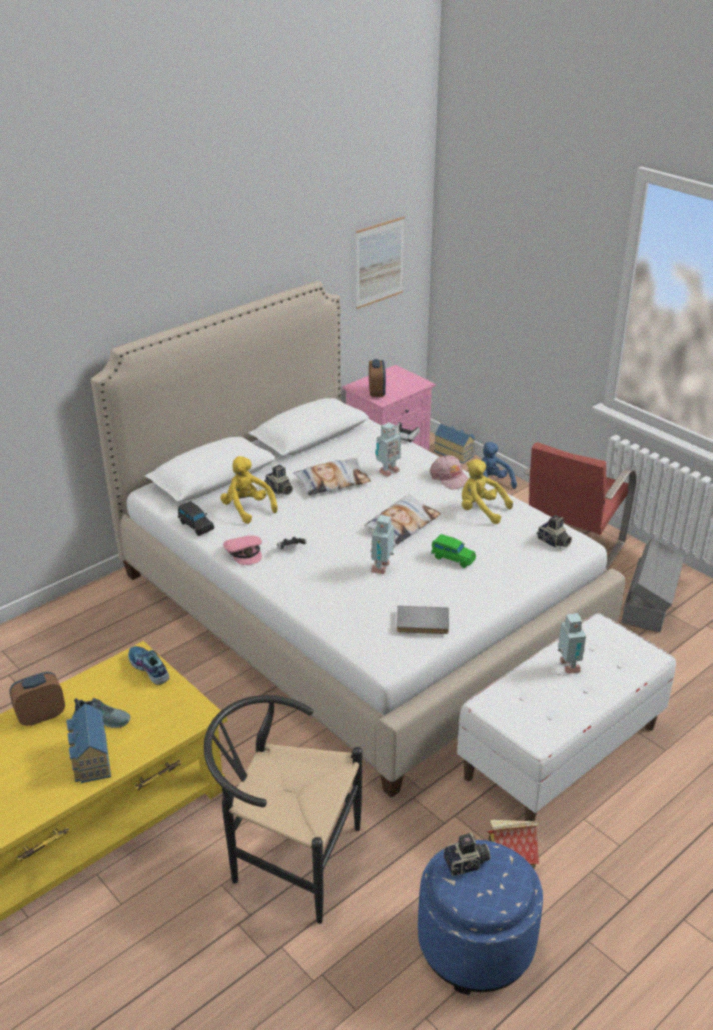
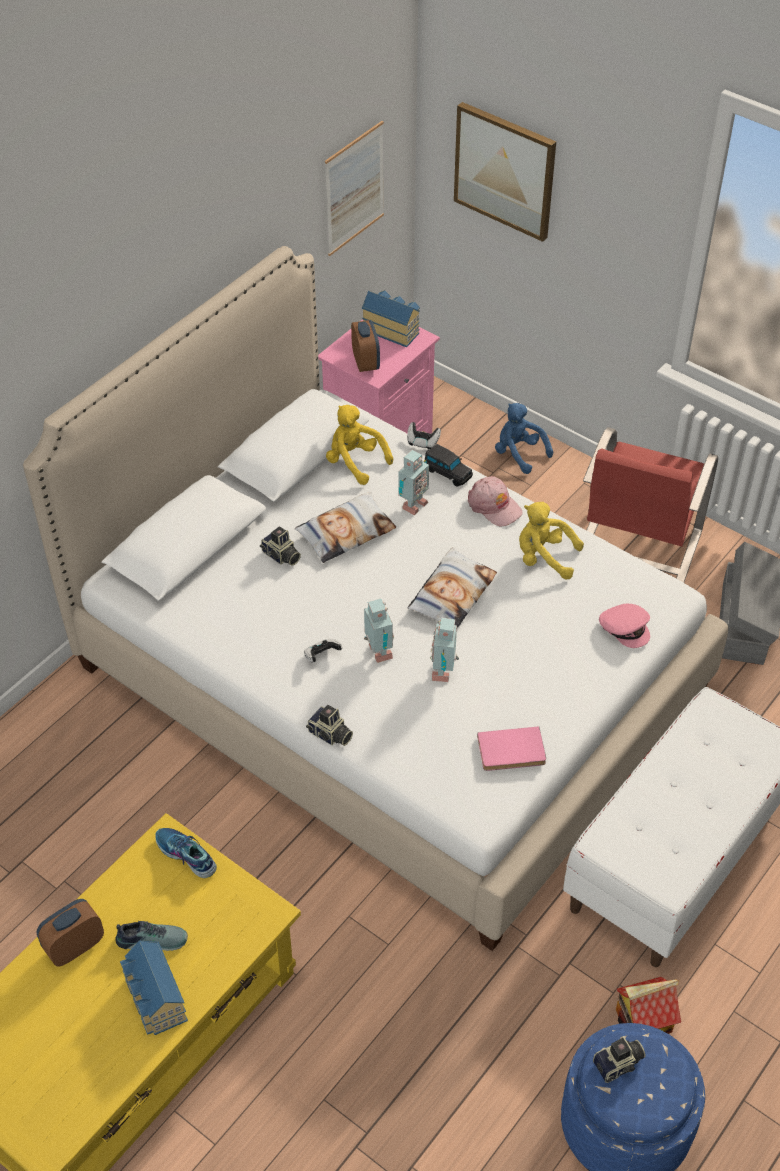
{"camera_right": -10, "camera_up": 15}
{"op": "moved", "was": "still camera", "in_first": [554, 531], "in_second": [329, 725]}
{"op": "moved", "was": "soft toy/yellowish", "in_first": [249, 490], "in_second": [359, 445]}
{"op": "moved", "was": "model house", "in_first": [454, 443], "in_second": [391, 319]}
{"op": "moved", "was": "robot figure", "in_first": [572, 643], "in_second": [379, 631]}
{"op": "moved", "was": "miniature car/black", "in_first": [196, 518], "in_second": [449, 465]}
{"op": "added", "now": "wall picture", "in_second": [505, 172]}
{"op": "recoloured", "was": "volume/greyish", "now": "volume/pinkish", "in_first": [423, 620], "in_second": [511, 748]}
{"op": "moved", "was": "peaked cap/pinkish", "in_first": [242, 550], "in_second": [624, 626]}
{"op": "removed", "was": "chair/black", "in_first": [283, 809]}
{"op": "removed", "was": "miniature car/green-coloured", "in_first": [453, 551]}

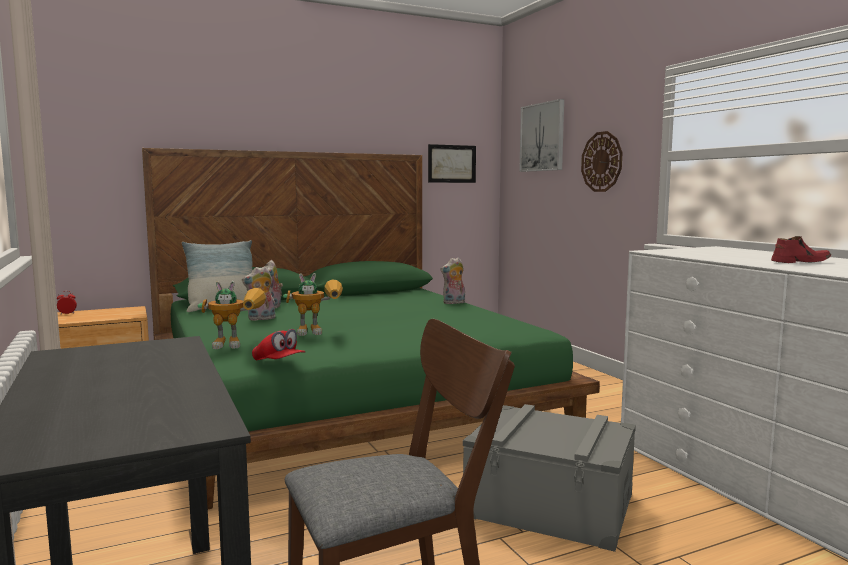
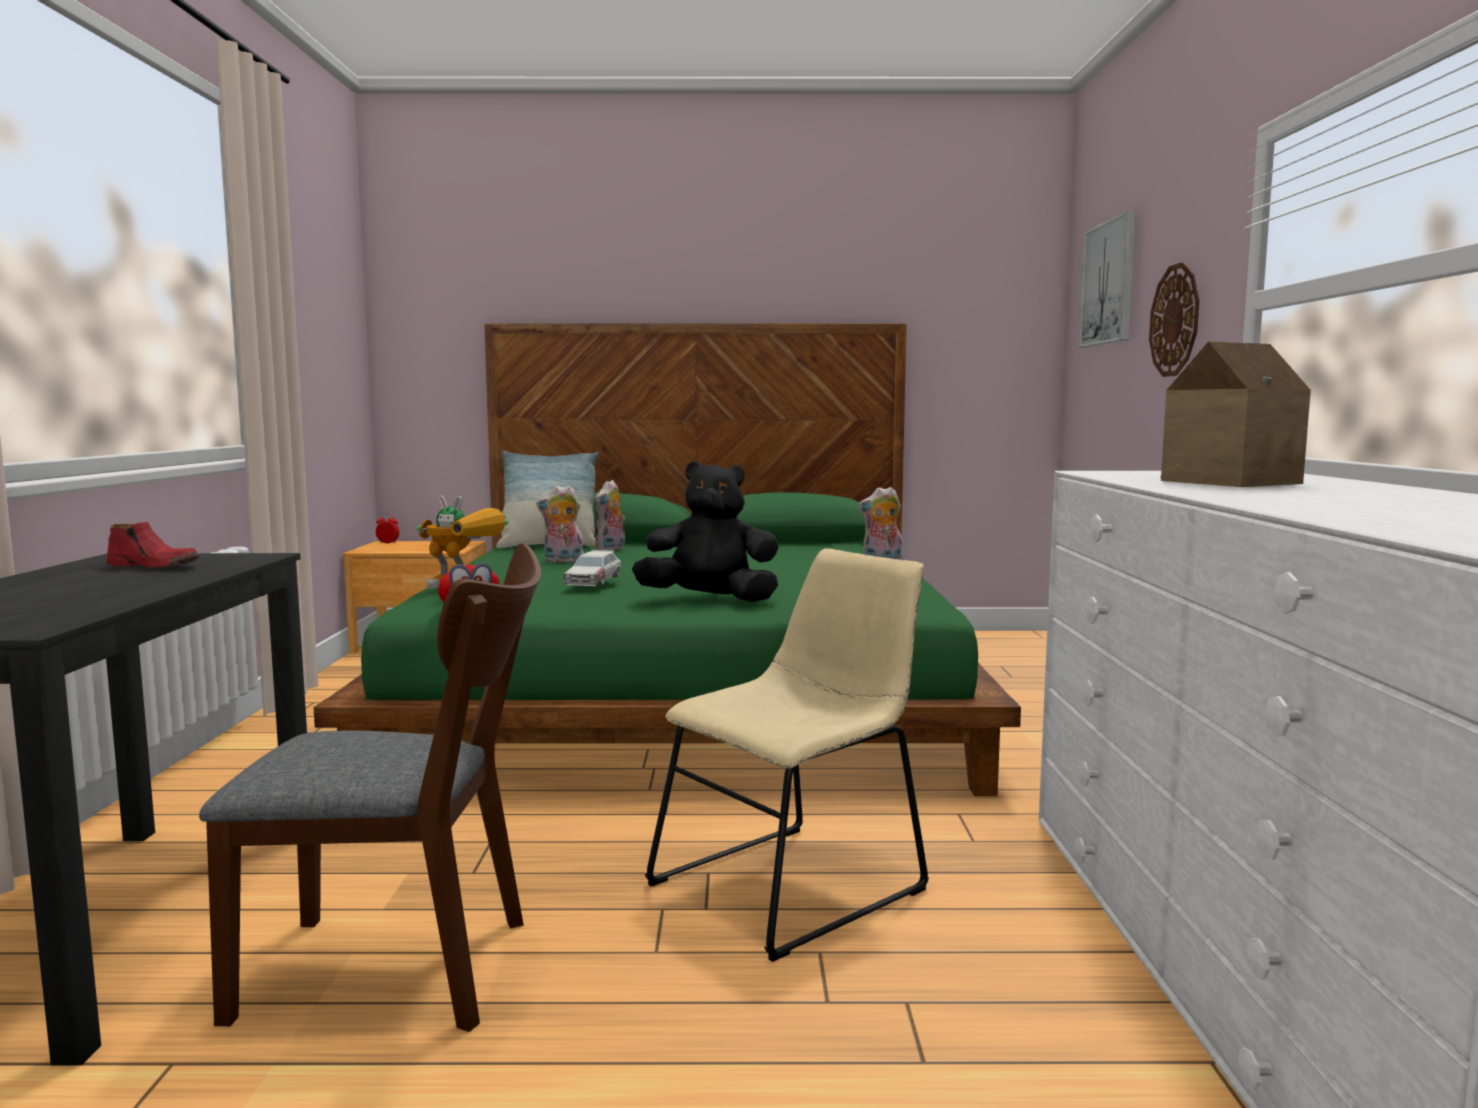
{"camera_right": 25, "camera_up": 0}
{"op": "moved", "was": "item of footwear/reddish", "in_first": [801, 249], "in_second": [152, 545]}
{"op": "replaced", "was": "robot figure", "now": "miniature car", "in_first": [313, 304], "in_second": [592, 568]}
{"op": "added", "now": "soft toy/black", "in_second": [705, 531]}
{"op": "replaced", "was": "storage container/greyish", "now": "chair/sand-coloured", "in_first": [549, 478], "in_second": [787, 755]}
{"op": "added", "now": "model house", "in_second": [1236, 414]}
{"op": "removed", "was": "wall picture", "in_first": [452, 163]}

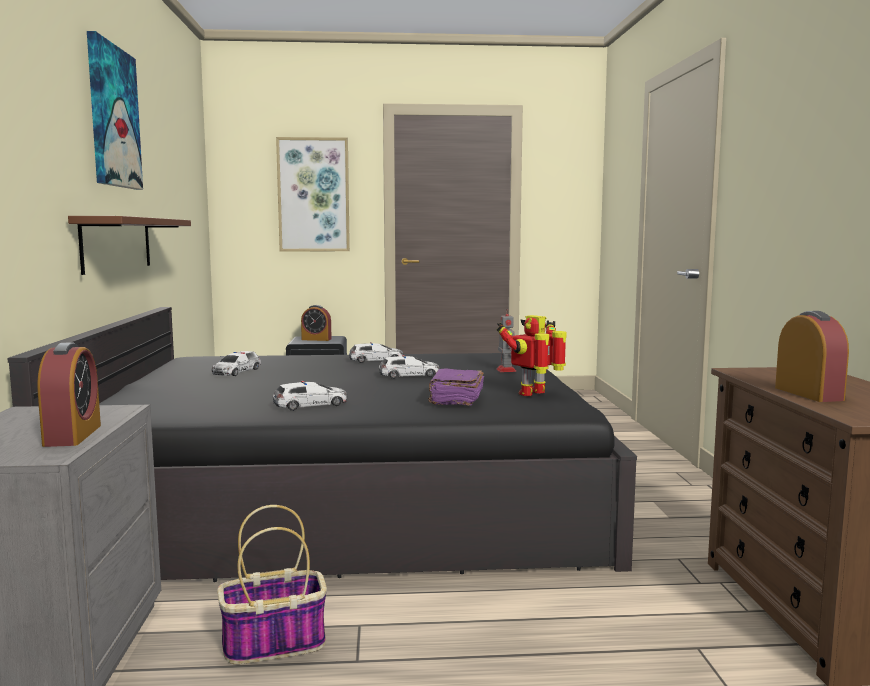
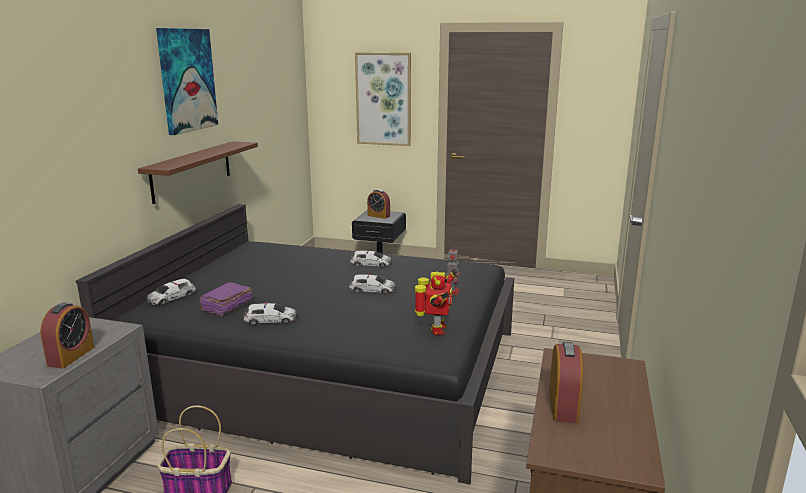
{"camera_right": 20, "camera_up": 10}
{"op": "moved", "was": "miniature car", "in_first": [236, 363], "in_second": [171, 292]}
{"op": "moved", "was": "volume/purple", "in_first": [456, 386], "in_second": [226, 299]}
{"op": "turned", "was": "robot figure", "in_first": [531, 355], "in_second": [436, 302], "clockwise": 120}

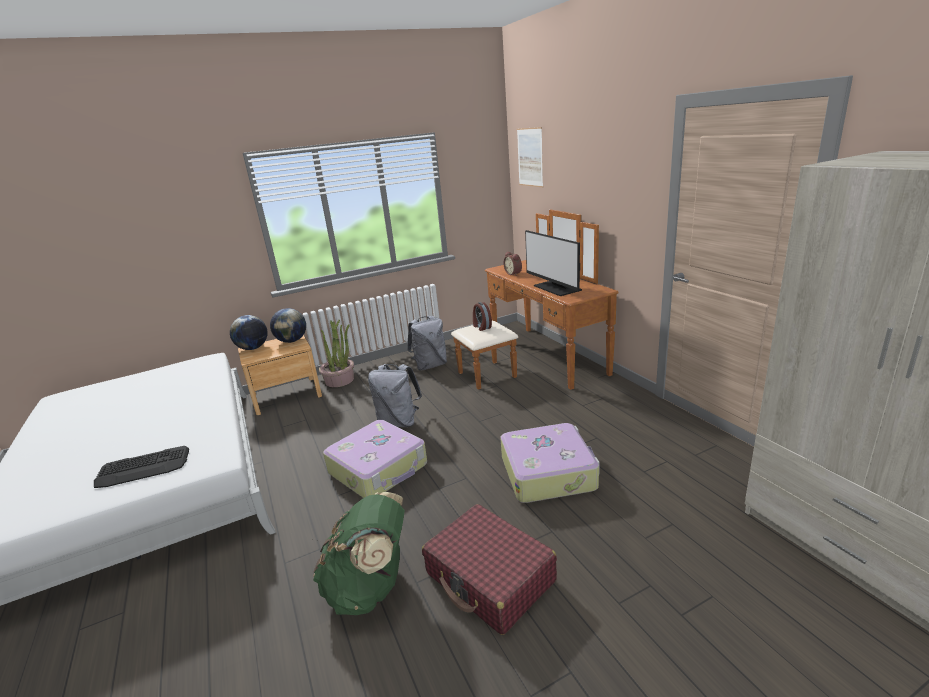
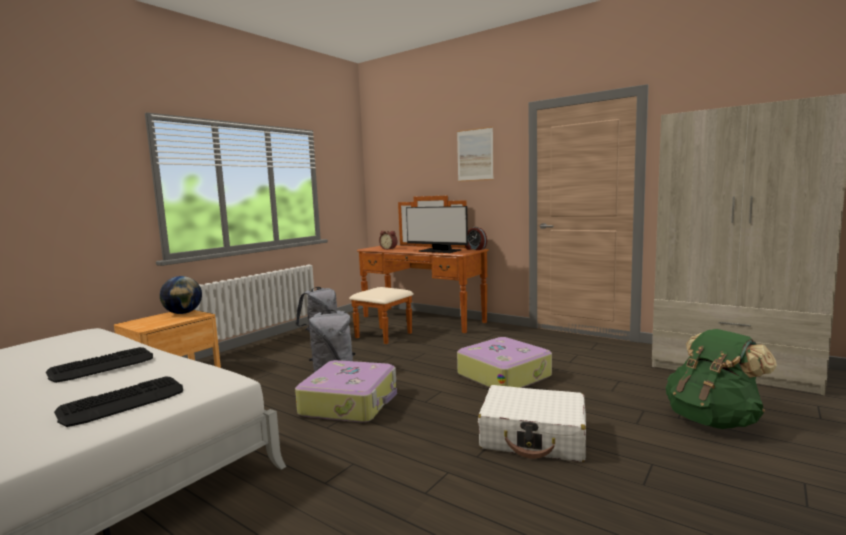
{"camera_right": -30, "camera_up": -15}
{"op": "added", "now": "computer keyboard", "in_second": [99, 365]}
{"op": "moved", "was": "wall picture", "in_first": [530, 157], "in_second": [475, 154]}
{"op": "moved", "was": "alarm clock", "in_first": [482, 316], "in_second": [476, 238]}
{"op": "recoloured", "was": "piece of luggage/reddish", "now": "piece of luggage/whitish", "in_first": [489, 569], "in_second": [532, 423]}
{"op": "moved", "was": "knapsack/green-coloured", "in_first": [359, 553], "in_second": [721, 379]}
{"op": "removed", "was": "world globe", "in_first": [249, 332]}
{"op": "removed", "was": "potted plant", "in_first": [336, 353]}

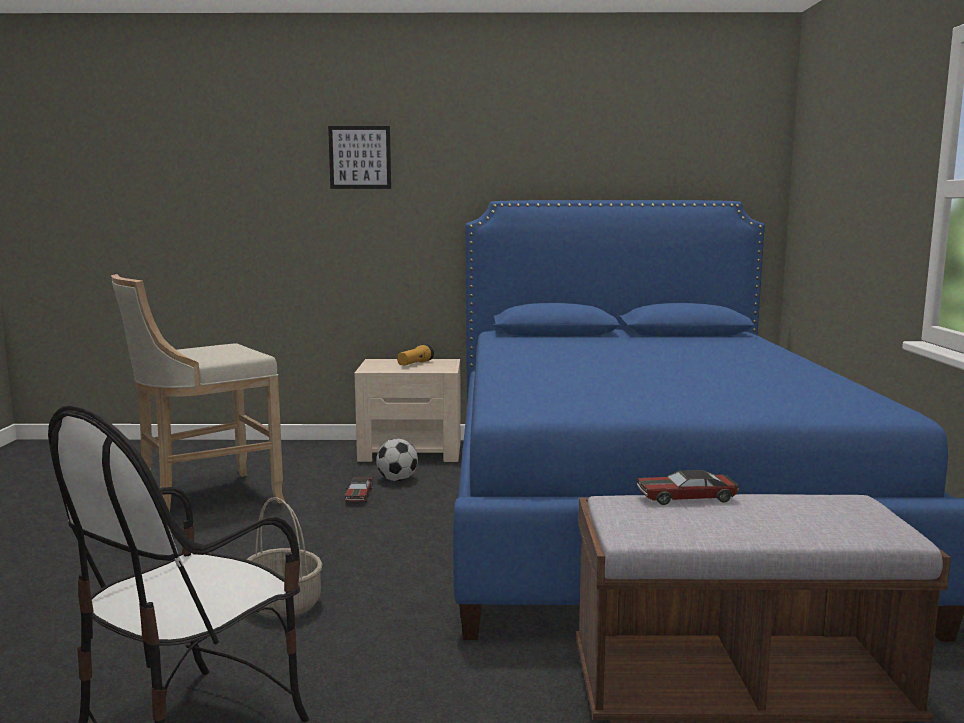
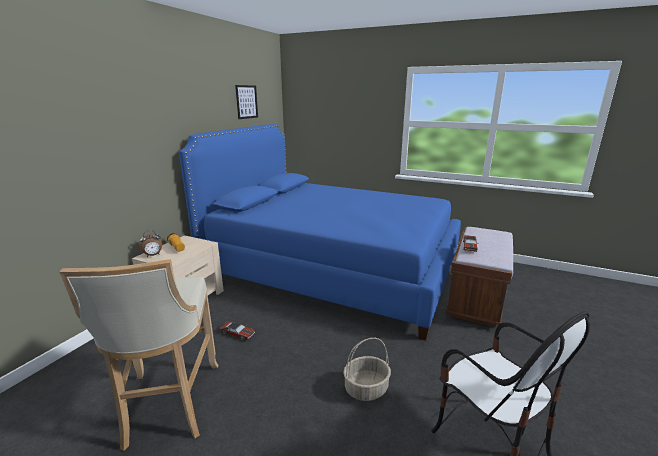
{"camera_right": -65, "camera_up": 10}
{"op": "added", "now": "alarm clock", "in_second": [151, 243]}
{"op": "moved", "was": "wall picture", "in_first": [359, 157], "in_second": [246, 102]}
{"op": "removed", "was": "ball for football", "in_first": [397, 460]}

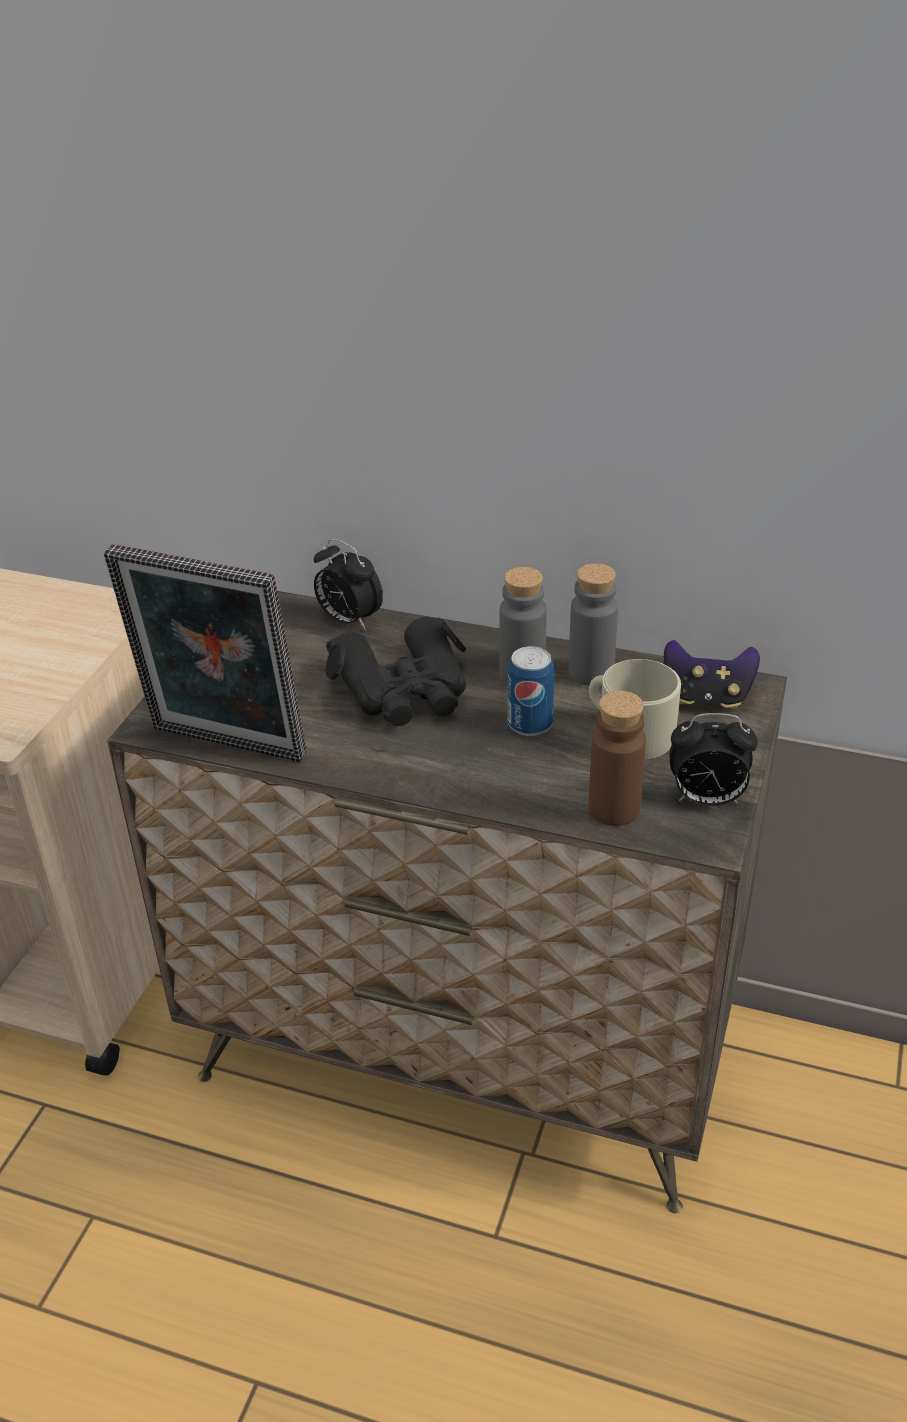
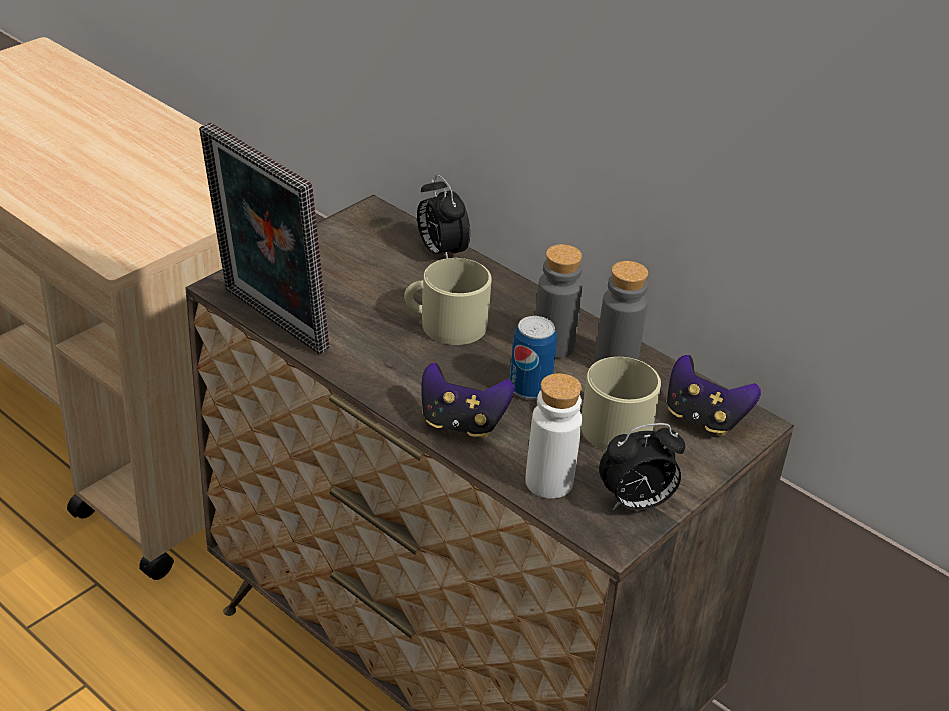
{"camera_right": 20, "camera_up": 0}
{"op": "replaced", "was": "binoculars/black", "now": "tea mug/sand-coloured", "in_first": [396, 671], "in_second": [448, 301]}
{"op": "added", "now": "game controller", "in_second": [467, 400]}
{"op": "recoloured", "was": "bottle/brown-coloured", "now": "bottle/whitish", "in_first": [617, 758], "in_second": [553, 436]}
{"op": "turned", "was": "alarm clock", "in_first": [714, 759], "in_second": [642, 466], "clockwise": -45}

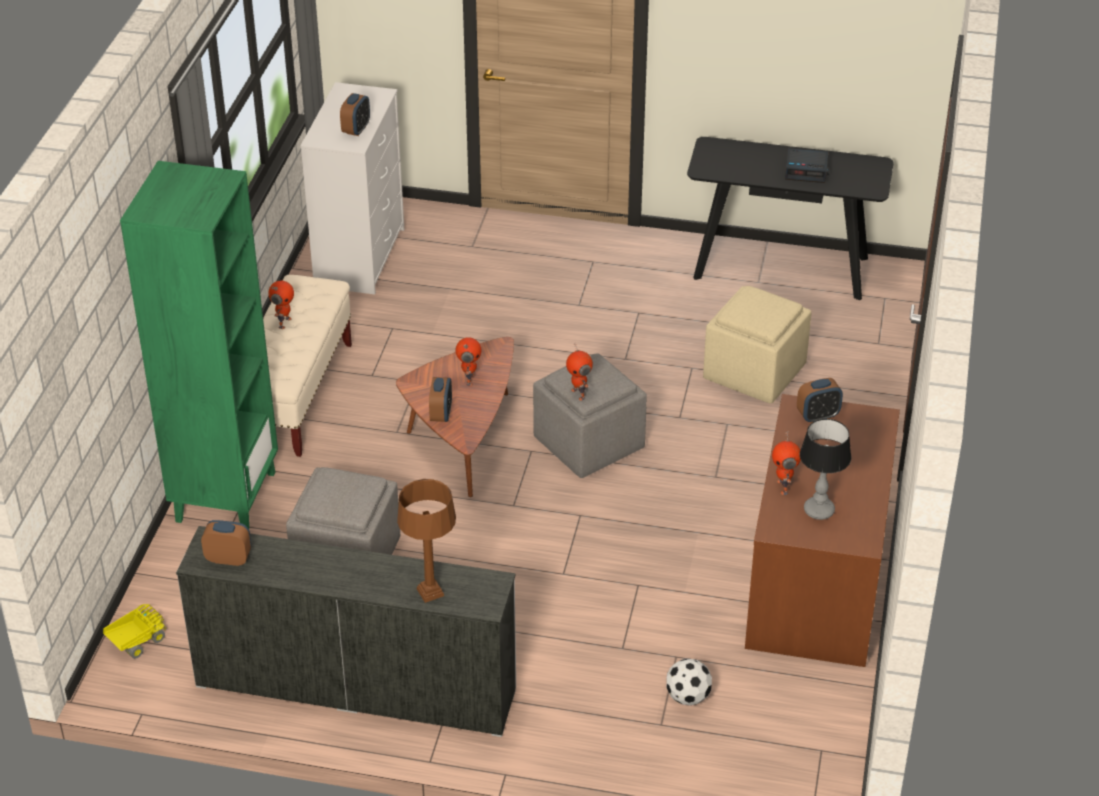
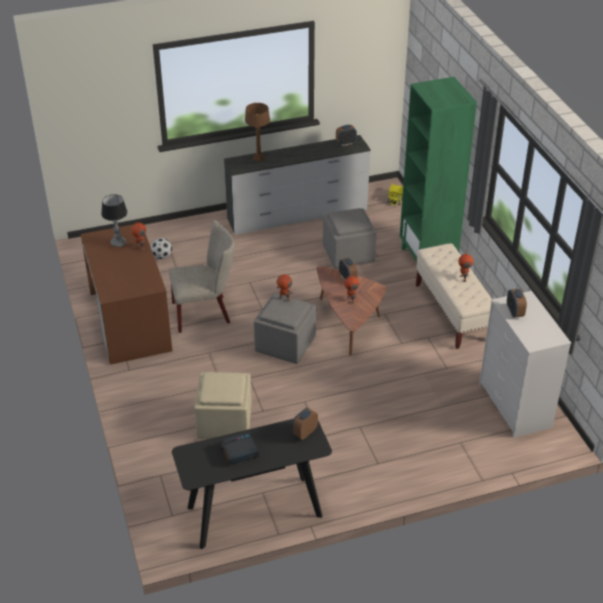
{"camera_right": 150, "camera_up": 0}
{"op": "added", "now": "chair/sand-coloured", "in_second": [201, 276]}
{"op": "moved", "was": "alarm clock", "in_first": [820, 400], "in_second": [305, 424]}

